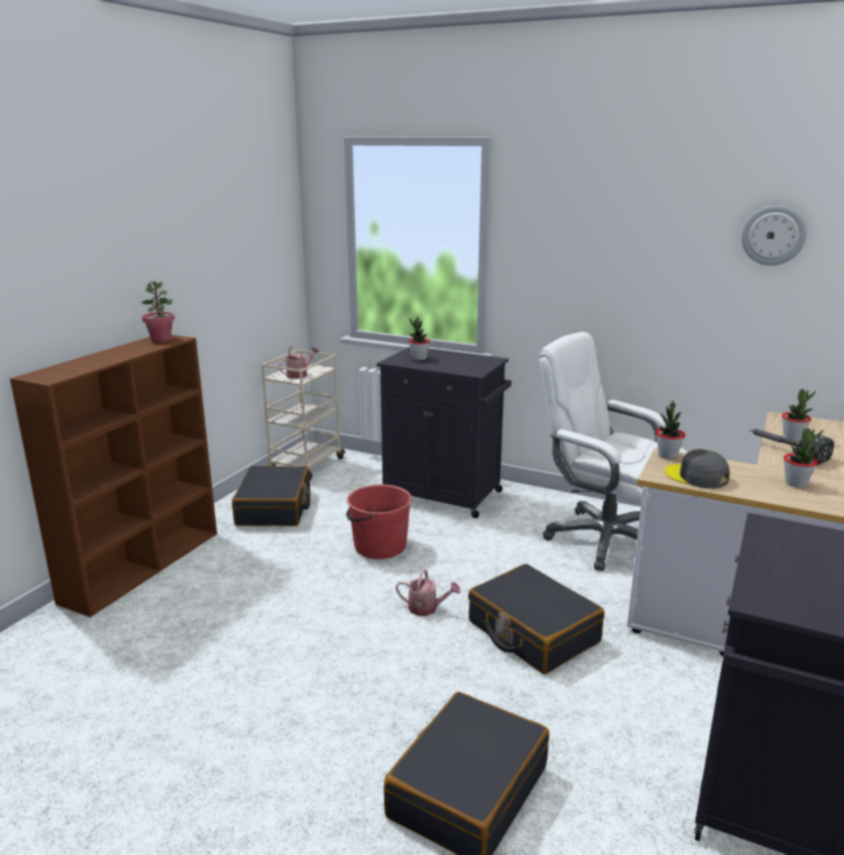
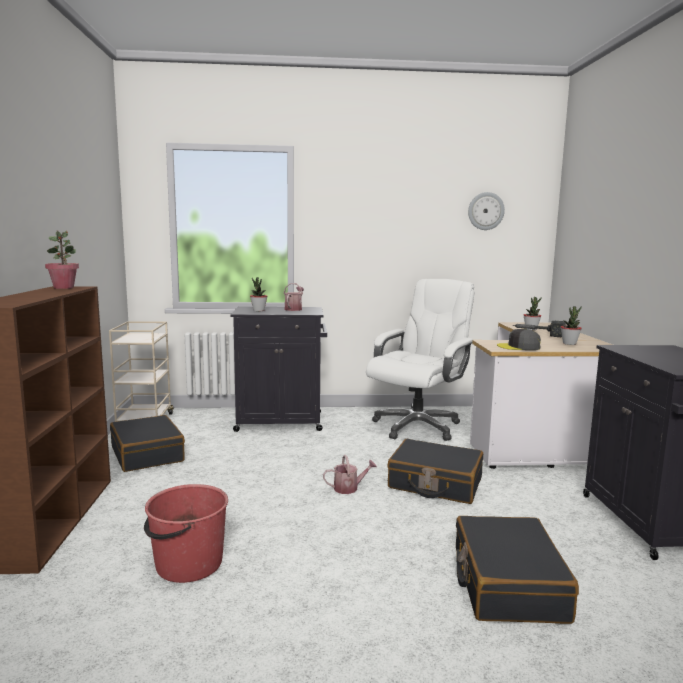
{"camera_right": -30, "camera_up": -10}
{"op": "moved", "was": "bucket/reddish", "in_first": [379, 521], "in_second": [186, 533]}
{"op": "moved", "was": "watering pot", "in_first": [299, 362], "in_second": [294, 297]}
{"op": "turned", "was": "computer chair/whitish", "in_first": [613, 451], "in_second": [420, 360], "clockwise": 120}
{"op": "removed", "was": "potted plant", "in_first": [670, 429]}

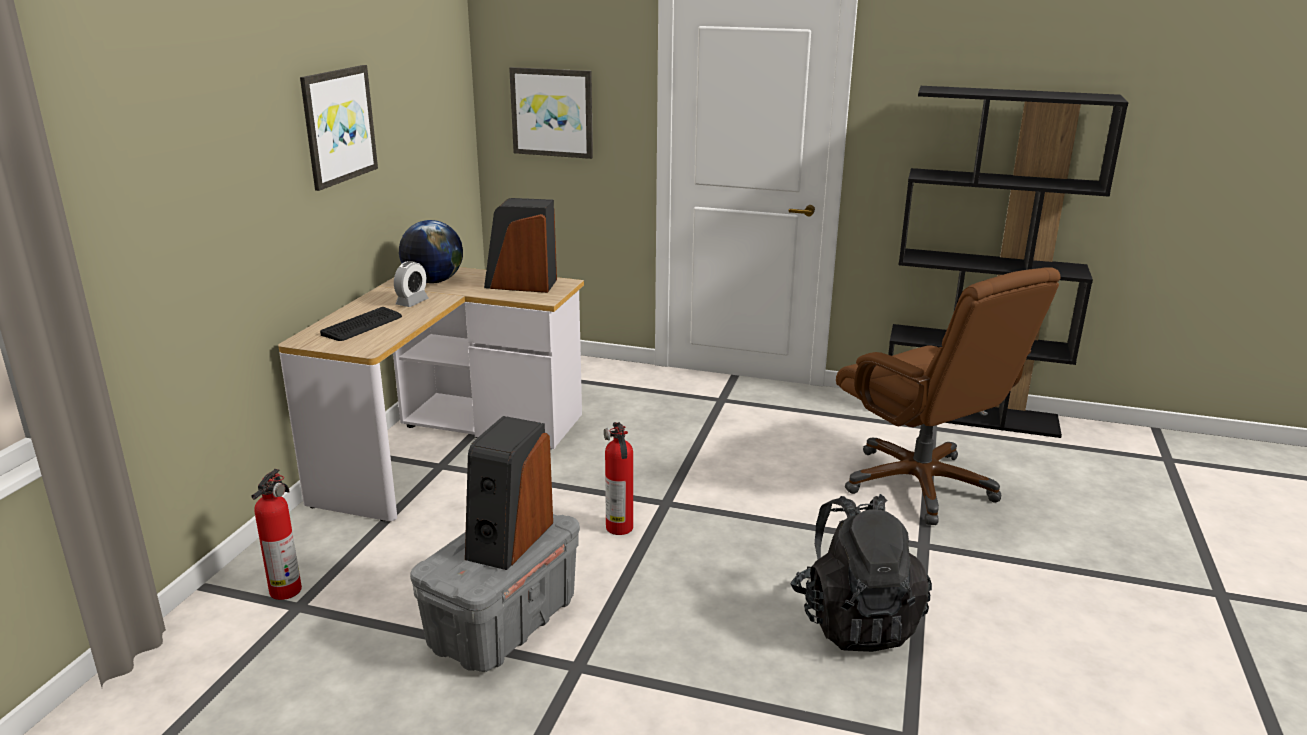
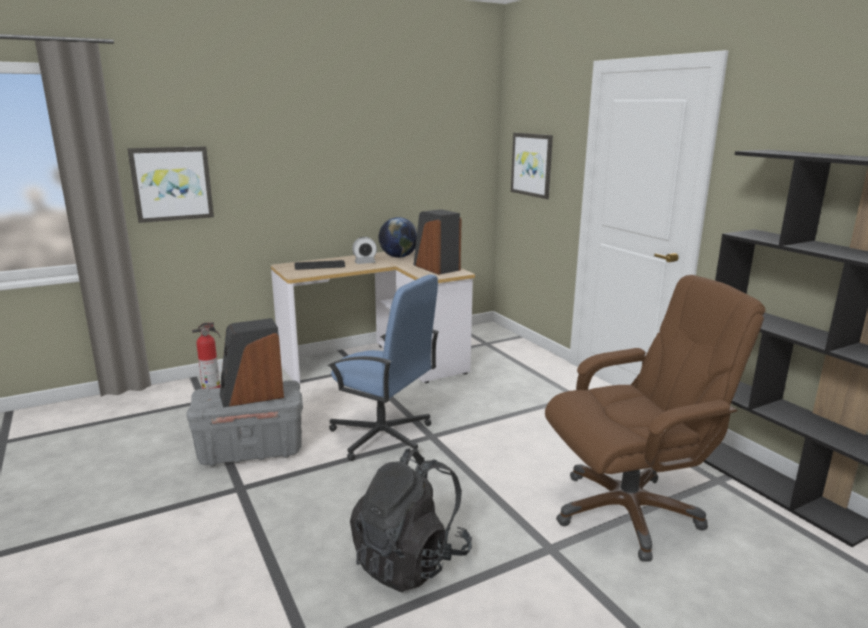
{"camera_right": 45, "camera_up": -5}
{"op": "moved", "was": "wall picture", "in_first": [339, 128], "in_second": [170, 184]}
{"op": "replaced", "was": "extinguisher", "now": "computer chair/blue-coloured", "in_first": [618, 478], "in_second": [383, 367]}
{"op": "turned", "was": "computer chair/brown-coloured", "in_first": [948, 396], "in_second": [655, 418], "clockwise": -120}

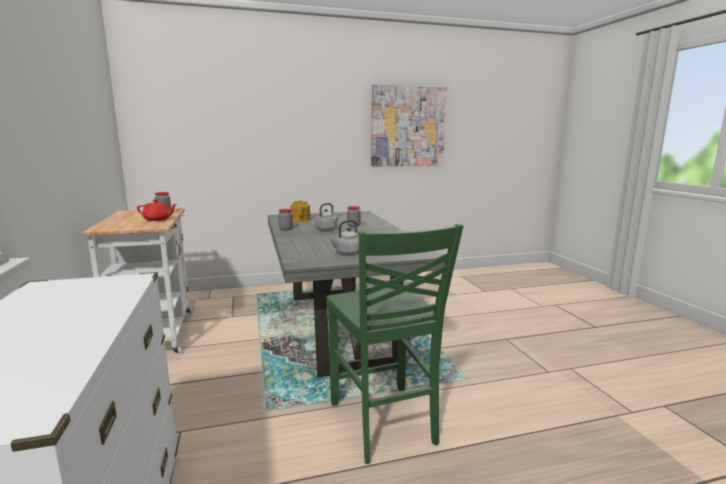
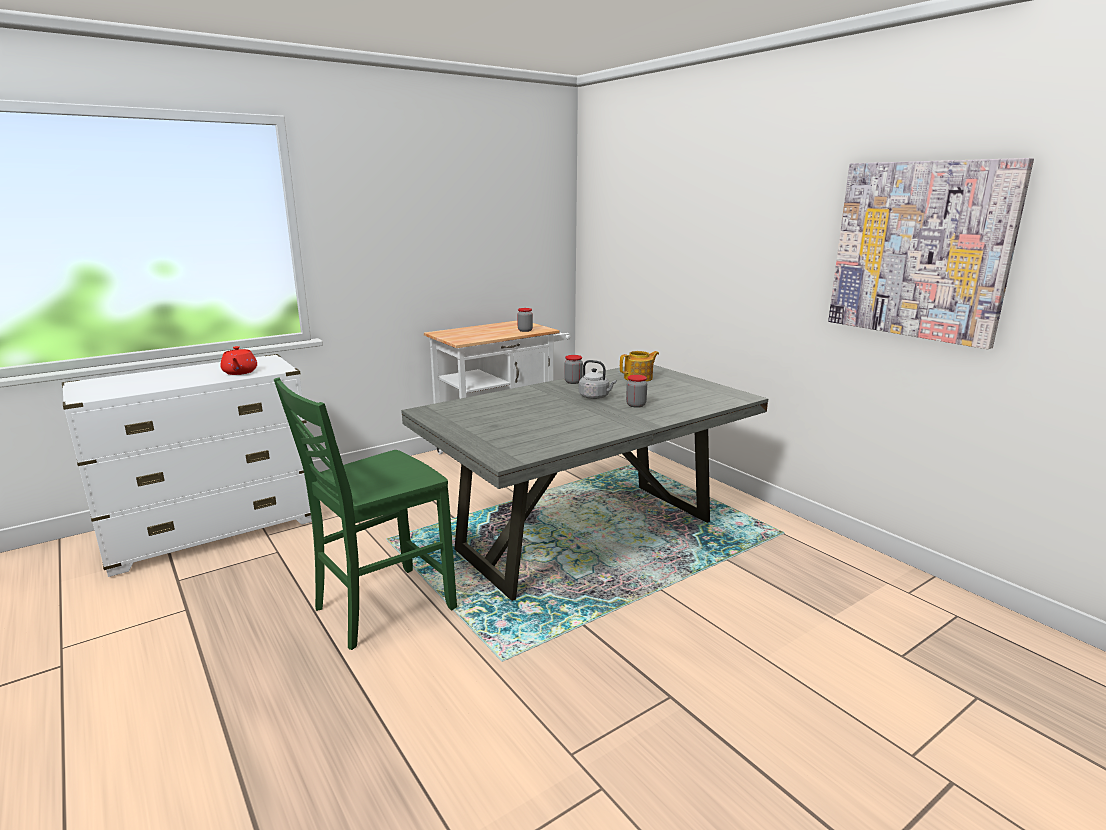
{"camera_right": 70, "camera_up": 5}
{"op": "moved", "was": "pot for tea/reddish", "in_first": [157, 210], "in_second": [238, 360]}
{"op": "removed", "was": "water kettle/greyish", "in_first": [343, 237]}

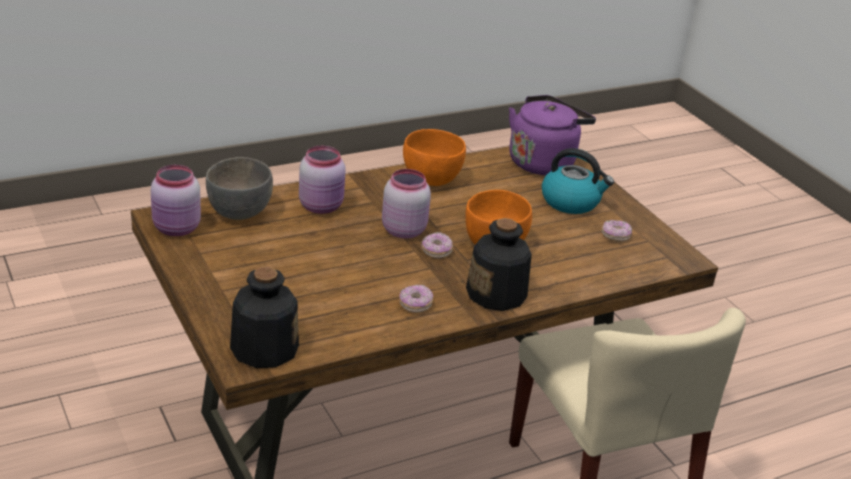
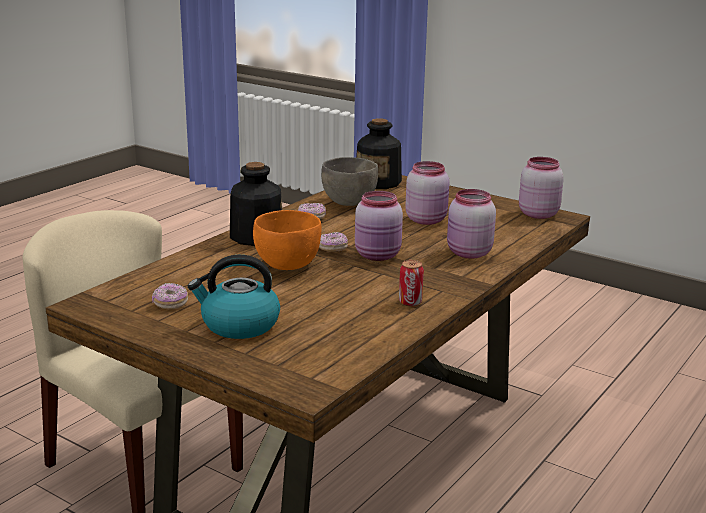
{"camera_right": 155, "camera_up": -10}
{"op": "moved", "was": "deep dish/greyish", "in_first": [239, 188], "in_second": [349, 181]}
{"op": "replaced", "was": "deep dish/orange-coloured", "now": "sealed can", "in_first": [434, 157], "in_second": [411, 283]}
{"op": "added", "now": "preserve jar/pinkish", "in_second": [427, 193]}
{"op": "removed", "was": "water kettle/purple", "in_first": [552, 135]}

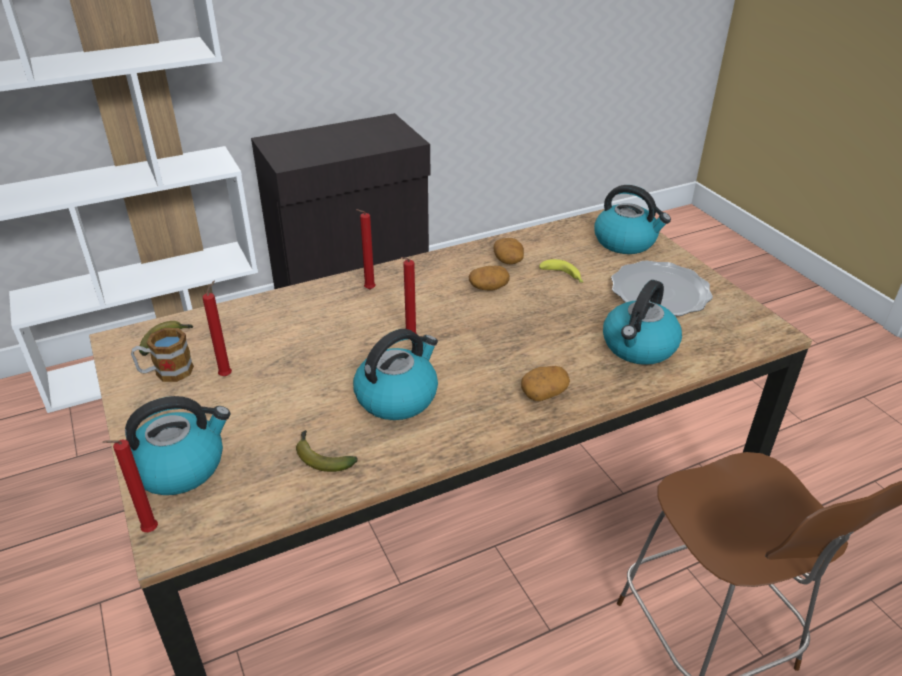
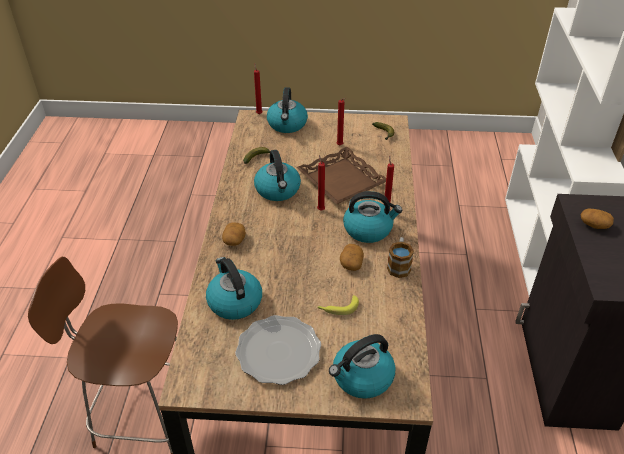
{"camera_right": 120, "camera_up": 5}
{"op": "added", "now": "serving tray/brown-coloured", "in_second": [341, 175]}
{"op": "added", "now": "water kettle", "in_second": [372, 217]}
{"op": "moved", "was": "tea mug", "in_first": [162, 355], "in_second": [400, 257]}
{"op": "moved", "was": "potato", "in_first": [509, 251], "in_second": [597, 219]}

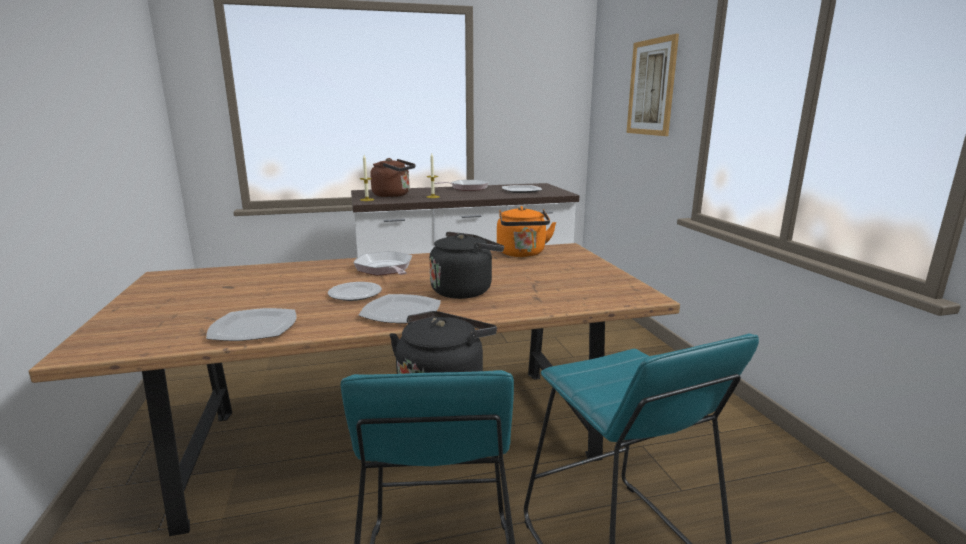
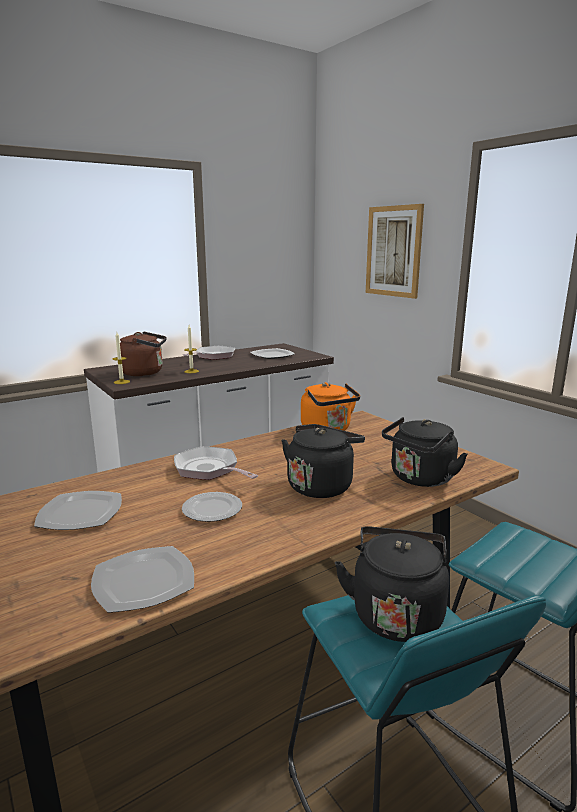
{"camera_right": -20, "camera_up": 0}
{"op": "moved", "was": "dinner plate", "in_first": [399, 308], "in_second": [78, 510]}
{"op": "added", "now": "water kettle/black", "in_second": [425, 452]}

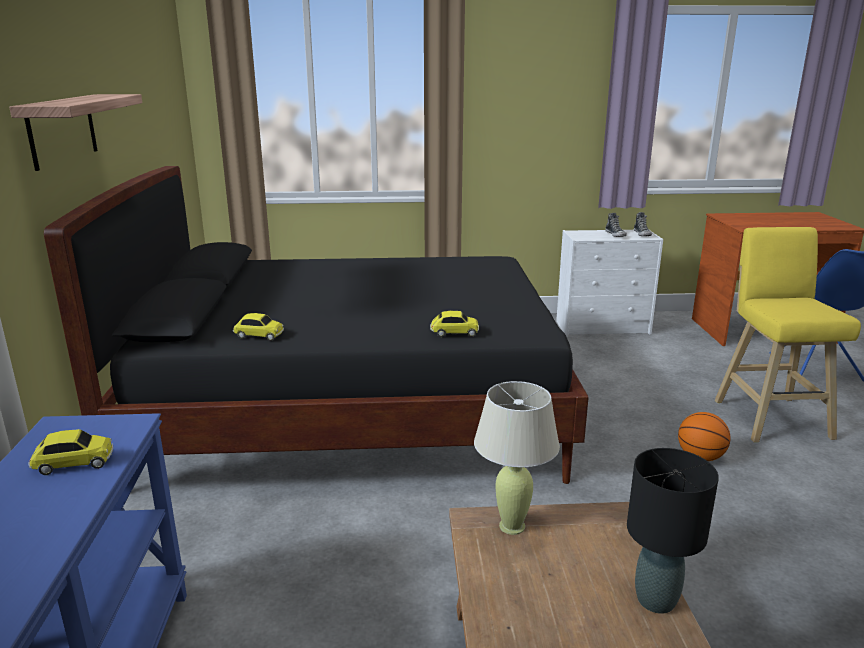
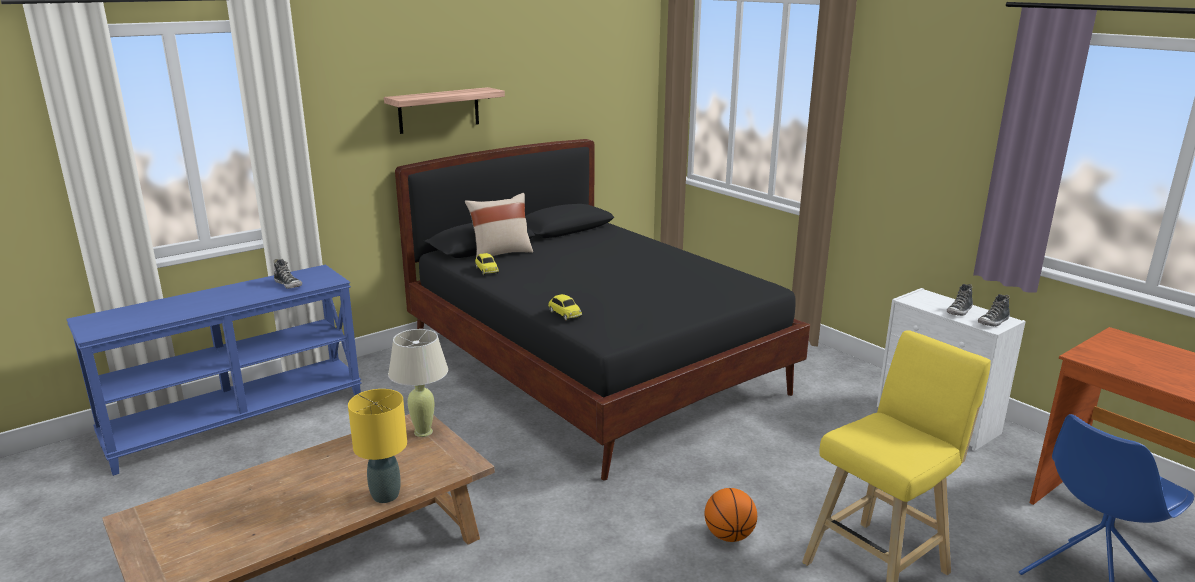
{"camera_right": 55, "camera_up": 0}
{"op": "replaced", "was": "miniature car", "now": "item of footwear", "in_first": [70, 452], "in_second": [287, 274]}
{"op": "recoloured", "was": "tabletop lamp/black", "now": "tabletop lamp/yellowish", "in_first": [673, 531], "in_second": [377, 446]}
{"op": "added", "now": "cushion/sand-coloured", "in_second": [499, 225]}

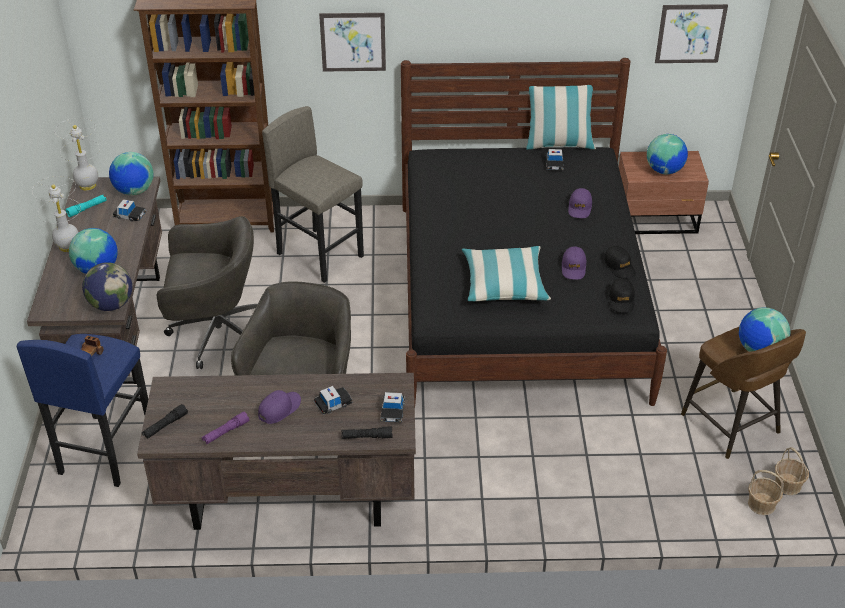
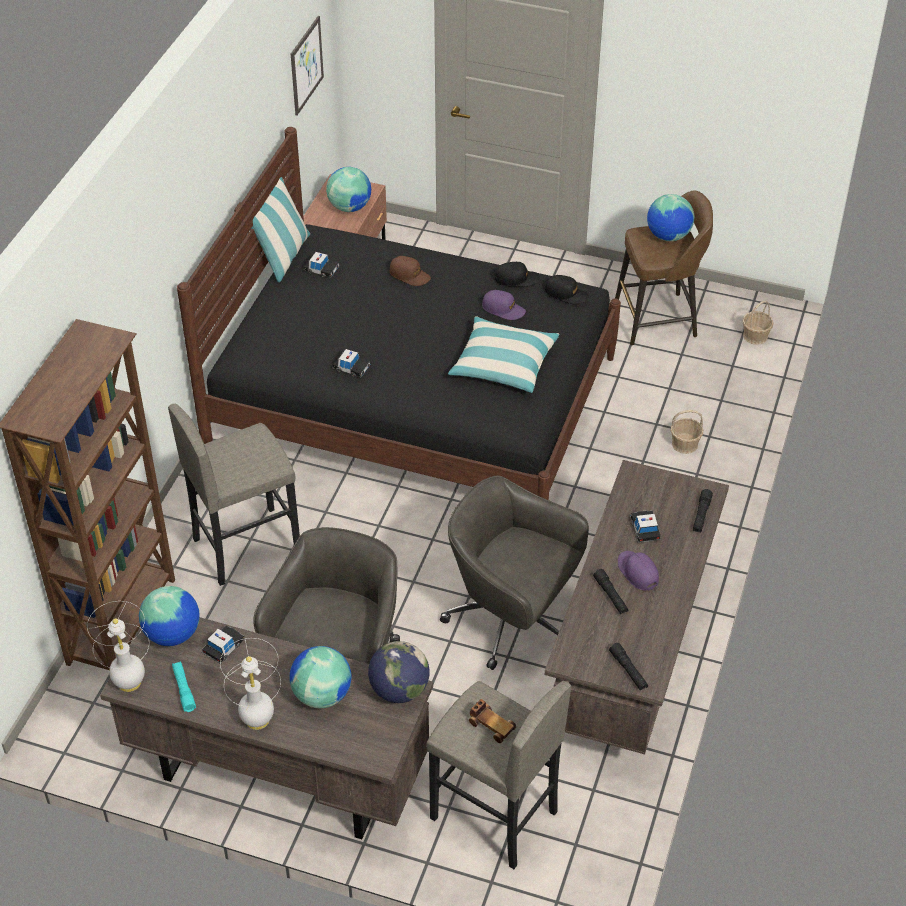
{"camera_right": -70, "camera_up": 5}
{"op": "moved", "was": "miniature car", "in_first": [393, 407], "in_second": [351, 363]}
{"op": "recoloured", "was": "peaked cap/purple", "now": "peaked cap/brown-coloured", "in_first": [580, 203], "in_second": [410, 271]}
{"op": "recoloured", "was": "sitting stool/blue-coloured", "now": "sitting stool/greyish", "in_first": [82, 410], "in_second": [498, 775]}
{"op": "added", "now": "hand torch/black", "in_second": [610, 591]}
{"op": "moved", "was": "basket", "in_first": [792, 471], "in_second": [687, 432]}
{"op": "removed", "was": "hand torch/purple", "in_first": [225, 428]}
{"op": "removed", "was": "wall picture", "in_first": [352, 42]}

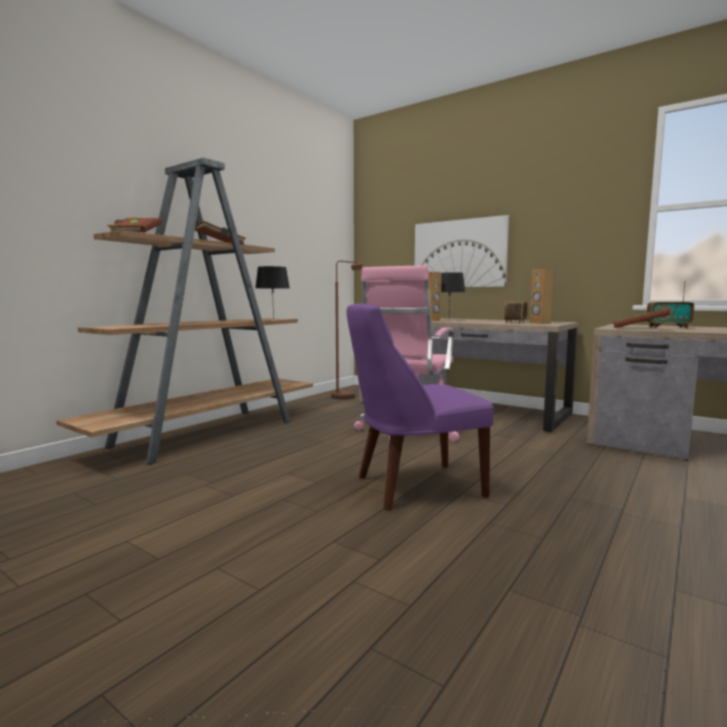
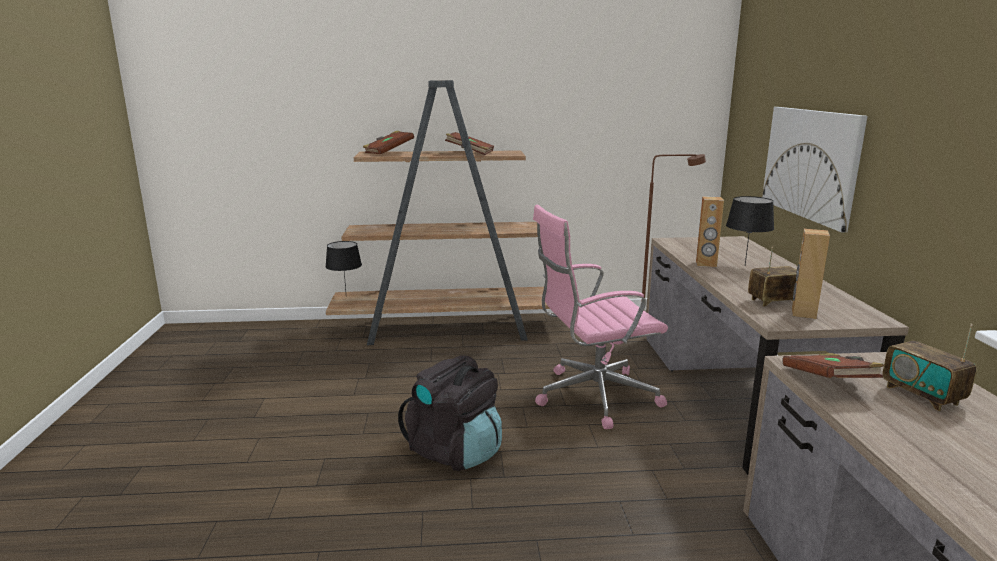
{"camera_right": 50, "camera_up": 10}
{"op": "moved", "was": "tabletop lamp/black", "in_first": [272, 292], "in_second": [343, 266]}
{"op": "replaced", "was": "chair/purple", "now": "knapsack/black", "in_first": [420, 407], "in_second": [450, 413]}

